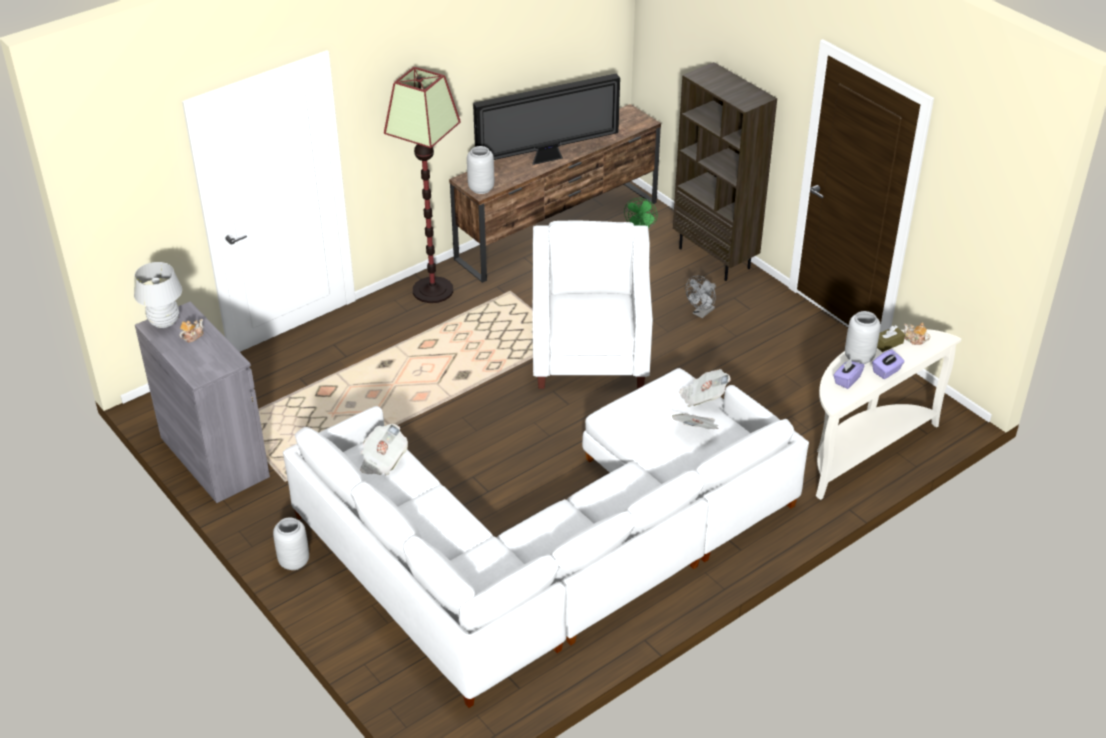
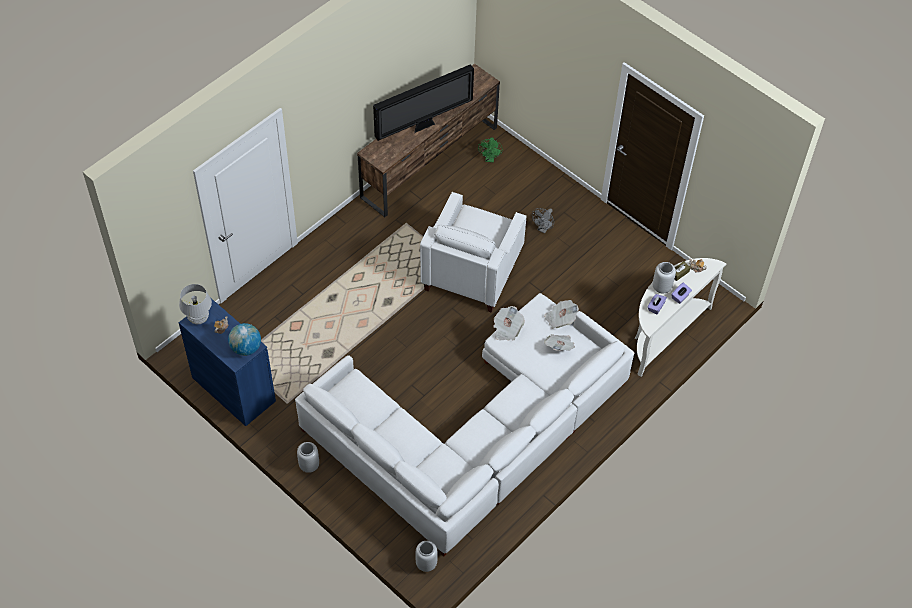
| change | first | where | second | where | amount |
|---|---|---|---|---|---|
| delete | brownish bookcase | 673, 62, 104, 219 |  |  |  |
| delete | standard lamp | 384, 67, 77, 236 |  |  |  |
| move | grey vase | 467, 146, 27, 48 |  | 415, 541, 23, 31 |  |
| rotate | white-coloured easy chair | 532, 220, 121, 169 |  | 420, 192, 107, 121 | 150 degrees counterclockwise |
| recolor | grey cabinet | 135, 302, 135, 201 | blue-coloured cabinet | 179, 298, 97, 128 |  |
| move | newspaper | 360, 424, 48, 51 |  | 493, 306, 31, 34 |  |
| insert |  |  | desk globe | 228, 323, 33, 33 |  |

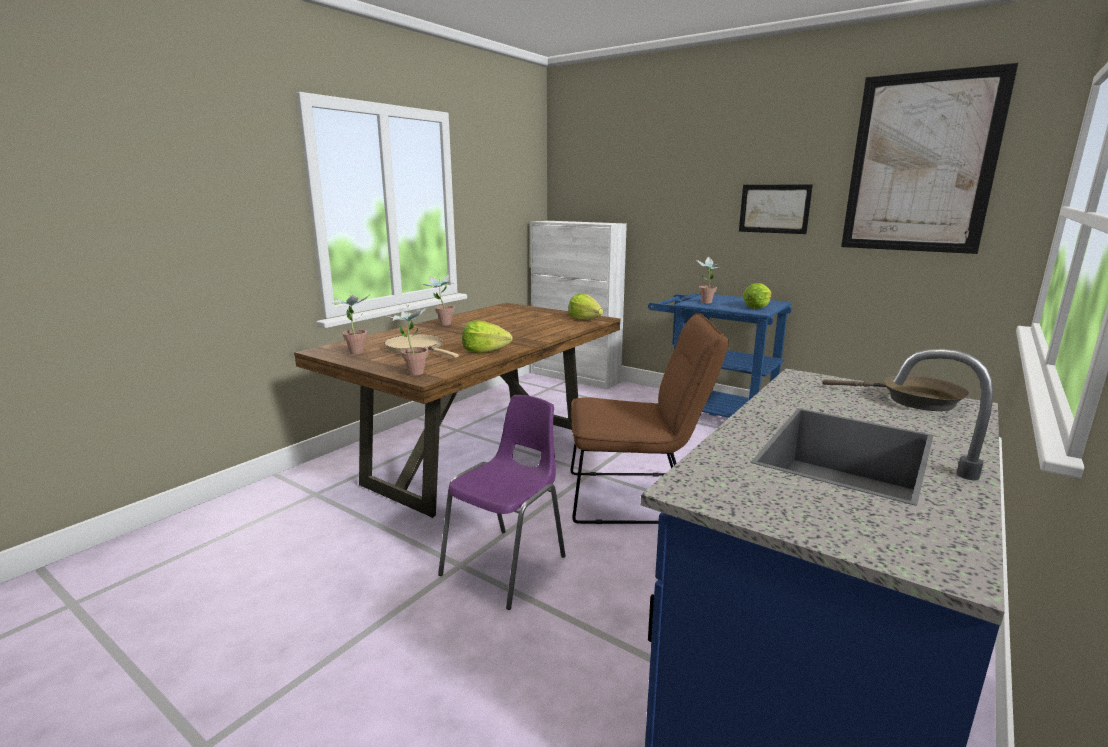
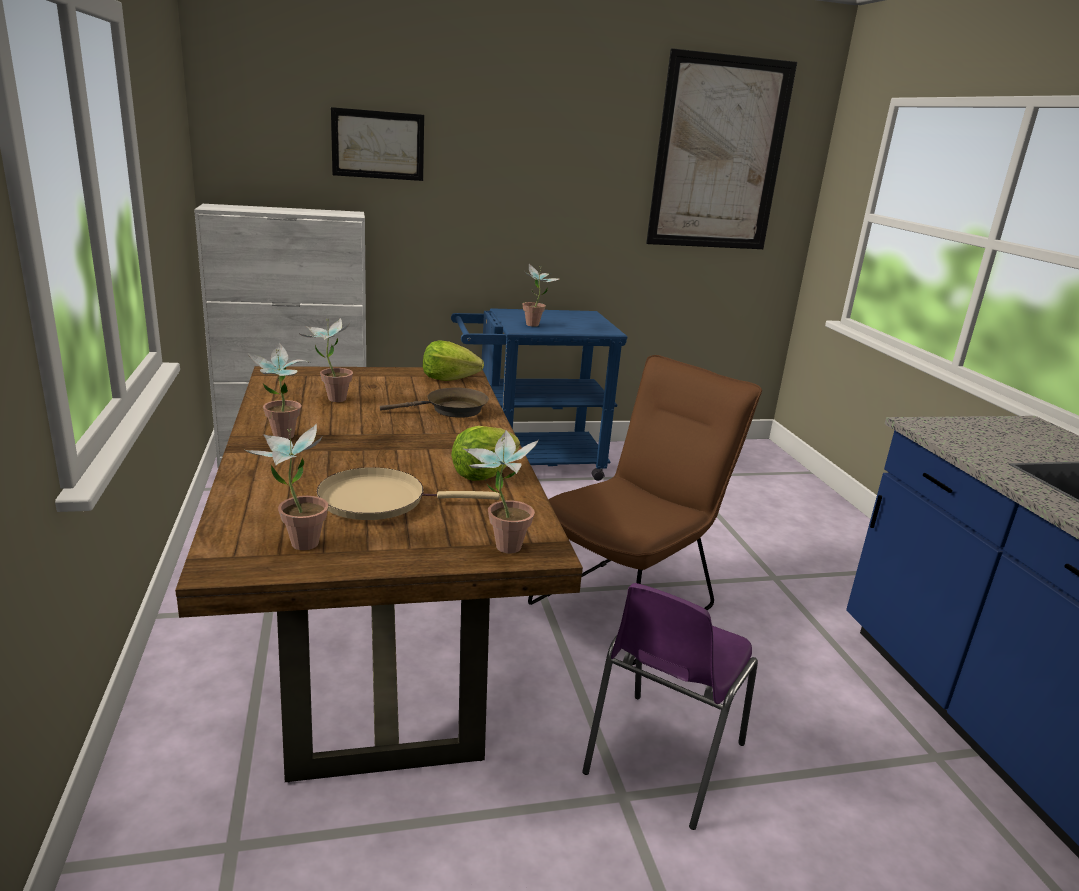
| change | first | where | second | where | amount |
|---|---|---|---|---|---|
| move | picture | 739, 184, 74, 50 |  | 331, 107, 93, 74 |  |
| delete | lettuce head | 743, 283, 29, 26 |  |  |  |
| move | brownish skillet | 822, 376, 147, 35 |  | 380, 388, 109, 30 |  |
| rotate | purplish upright chair | 438, 395, 128, 215 |  | 582, 583, 176, 247 | 135 degrees counterclockwise |
| insert |  |  | potted plant | 298, 318, 55, 84 |  |

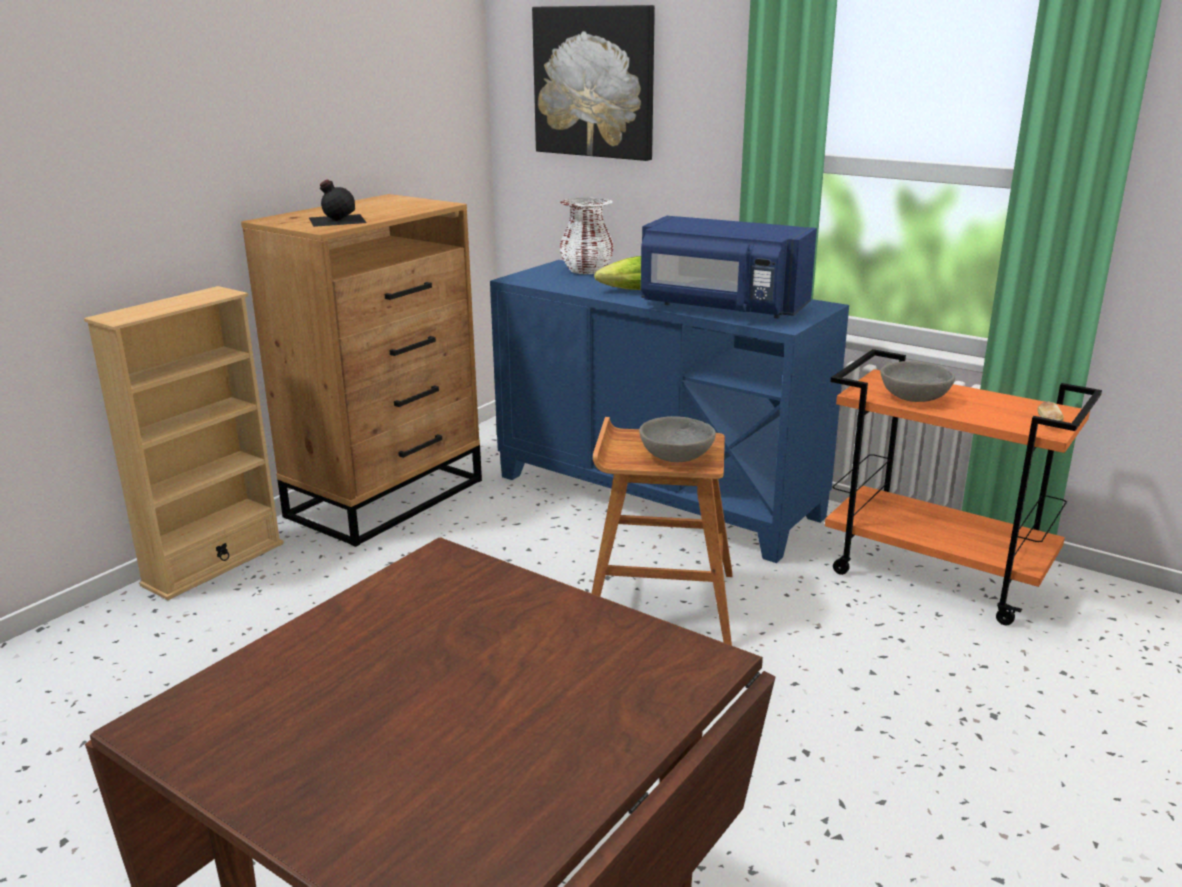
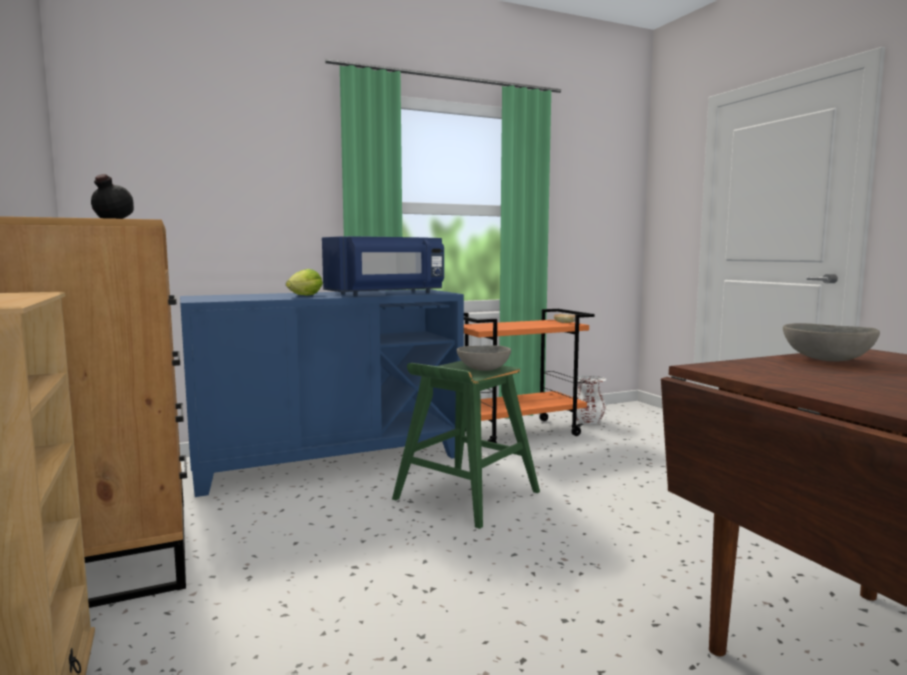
| change | first | where | second | where | amount |
|---|---|---|---|---|---|
| delete | picture | 532, 5, 123, 156 |  |  |  |
| move | white-coloured vase | 560, 197, 53, 77 |  | 572, 375, 34, 49 |  |
| move | grey deep dish | 880, 361, 75, 41 |  | 783, 323, 97, 38 |  |
| recolor | brownish stool seat | 591, 417, 142, 229 | greenish stool seat | 392, 361, 148, 168 |  |

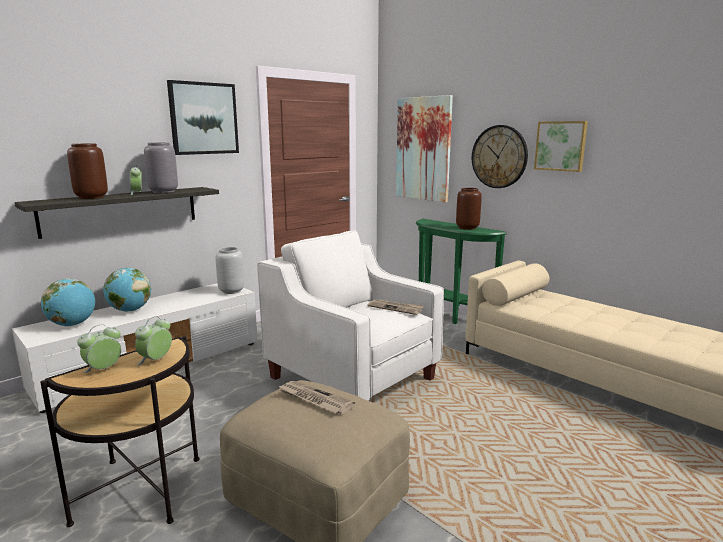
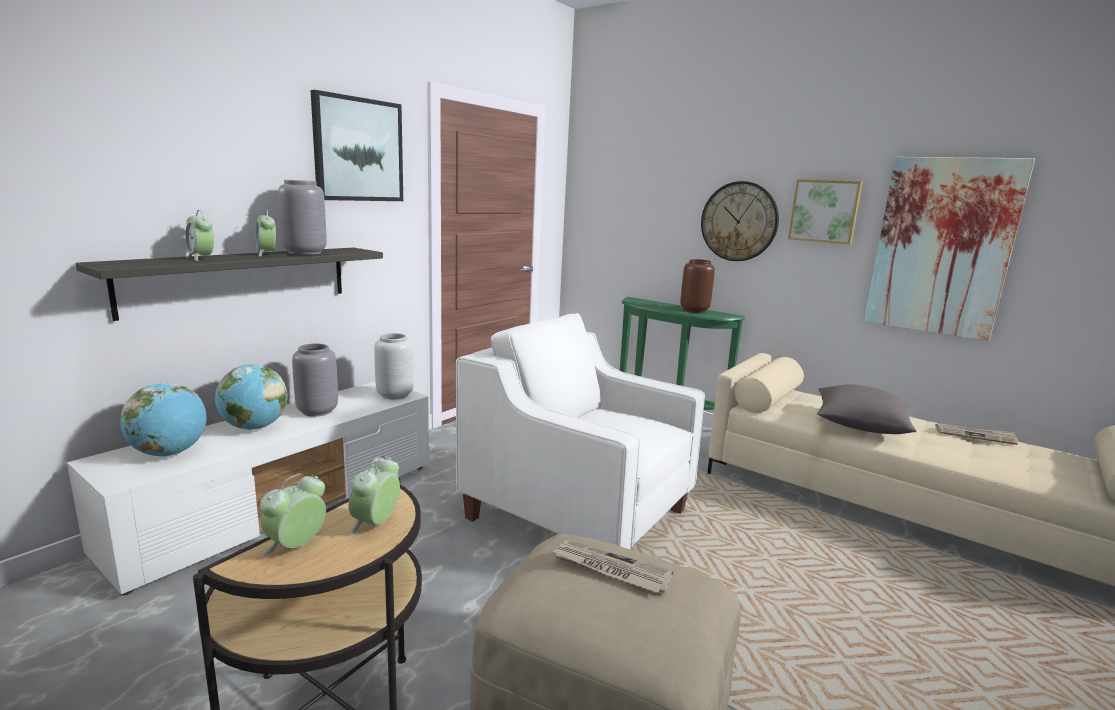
| change | first | where | second | where | amount |
|---|---|---|---|---|---|
| move | picture | 396, 95, 57, 108 |  | 864, 157, 171, 184 |  |
| replace | brownish vase | 67, 143, 41, 56 | alarm clock | 185, 210, 29, 51 |  |
| move | newspaper | 367, 299, 57, 16 |  | 935, 423, 83, 22 |  |
| insert |  |  | grey vase | 292, 344, 46, 73 |  |
| insert |  |  | grey pillow | 817, 384, 99, 50 |  |

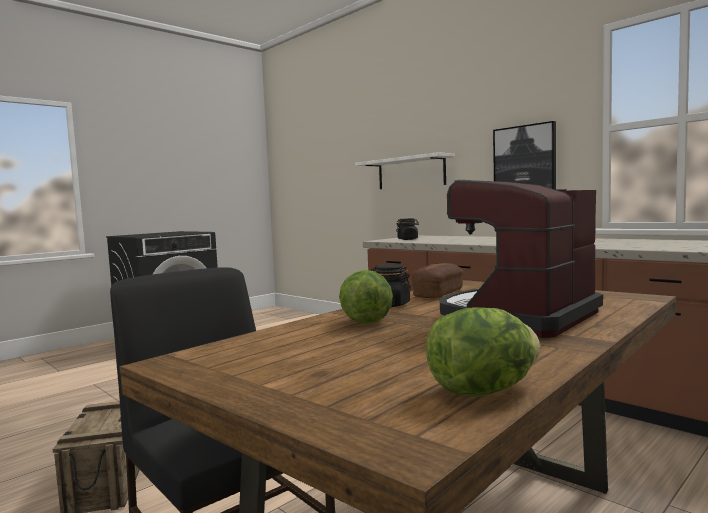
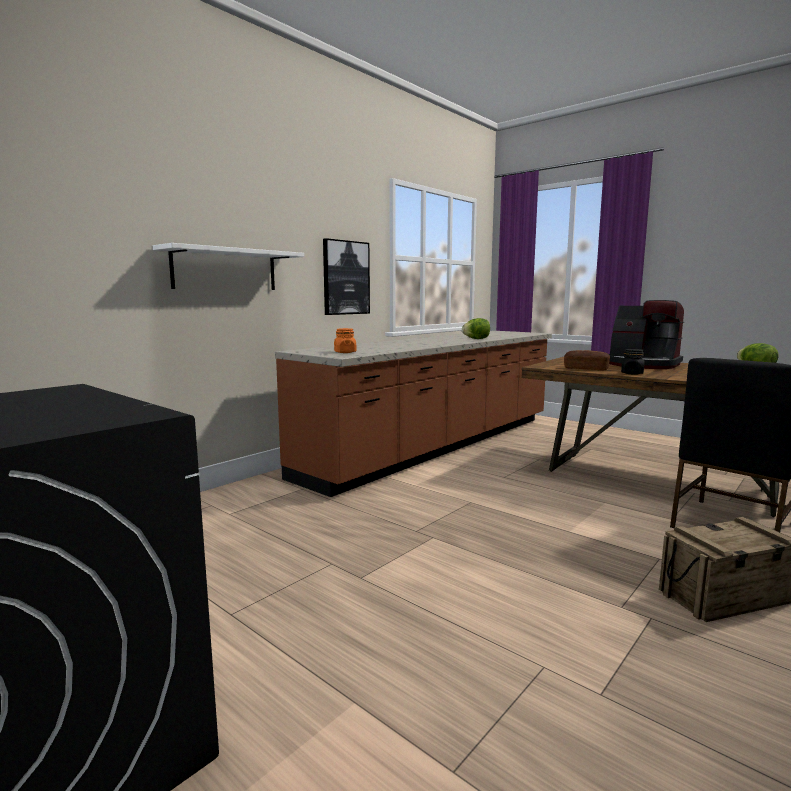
| change | first | where | second | where | amount |
|---|---|---|---|---|---|
| recolor | black-coloured storage jar | 396, 218, 23, 22 | orange-coloured storage jar | 334, 328, 23, 25 |  |
| move | lettuce head | 339, 270, 54, 54 |  | 462, 318, 28, 21 |  |

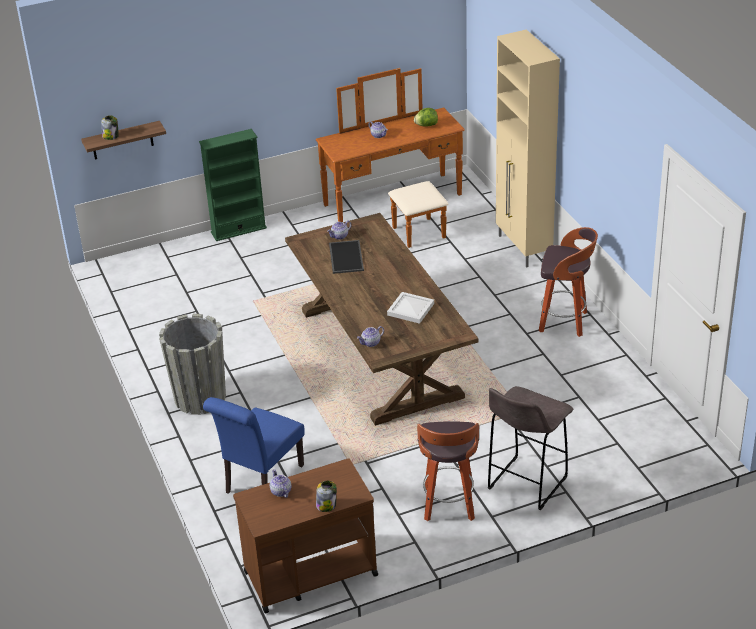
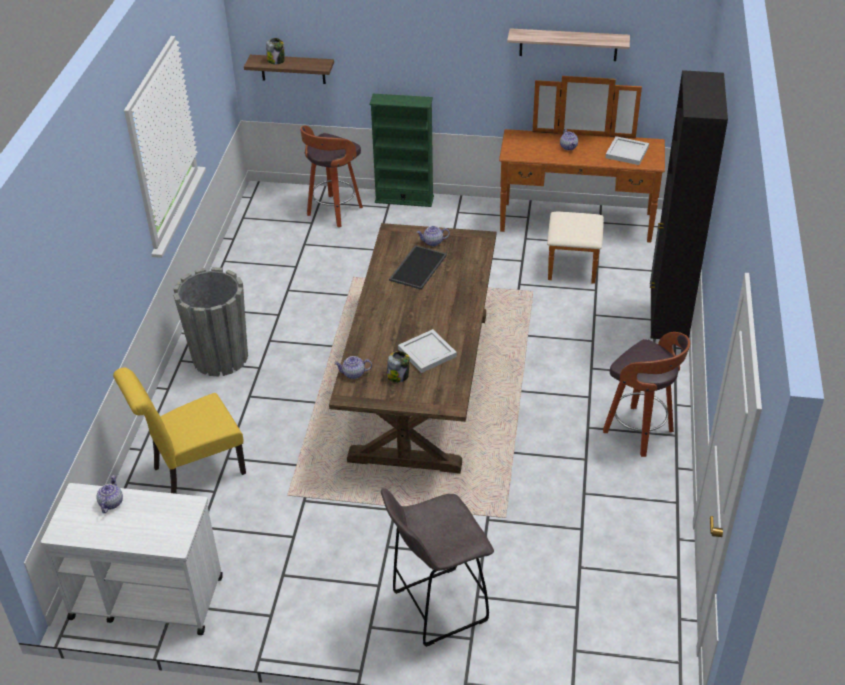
| change | first | where | second | where | amount |
|---|---|---|---|---|---|
| recolor | sand-coloured cabinet | 496, 29, 64, 238 | black-coloured cabinet | 650, 70, 78, 283 |  |
| replace | lettuce head | 414, 108, 24, 18 | white-coloured serving tray | 605, 136, 44, 29 |  |
| recolor | blue-coloured upright chair | 203, 397, 102, 97 | yellow-coloured upright chair | 113, 367, 133, 127 |  |
| move | stool seat | 417, 421, 62, 100 |  | 300, 125, 63, 102 |  |
| recolor | brownish wheeled cart | 233, 458, 145, 155 | white-coloured wheeled cart | 41, 483, 182, 152 |  |
| move | storage jar | 316, 481, 21, 31 |  | 387, 351, 23, 31 |  |
| insert |  |  | bracket shelf | 507, 28, 123, 33 |  |

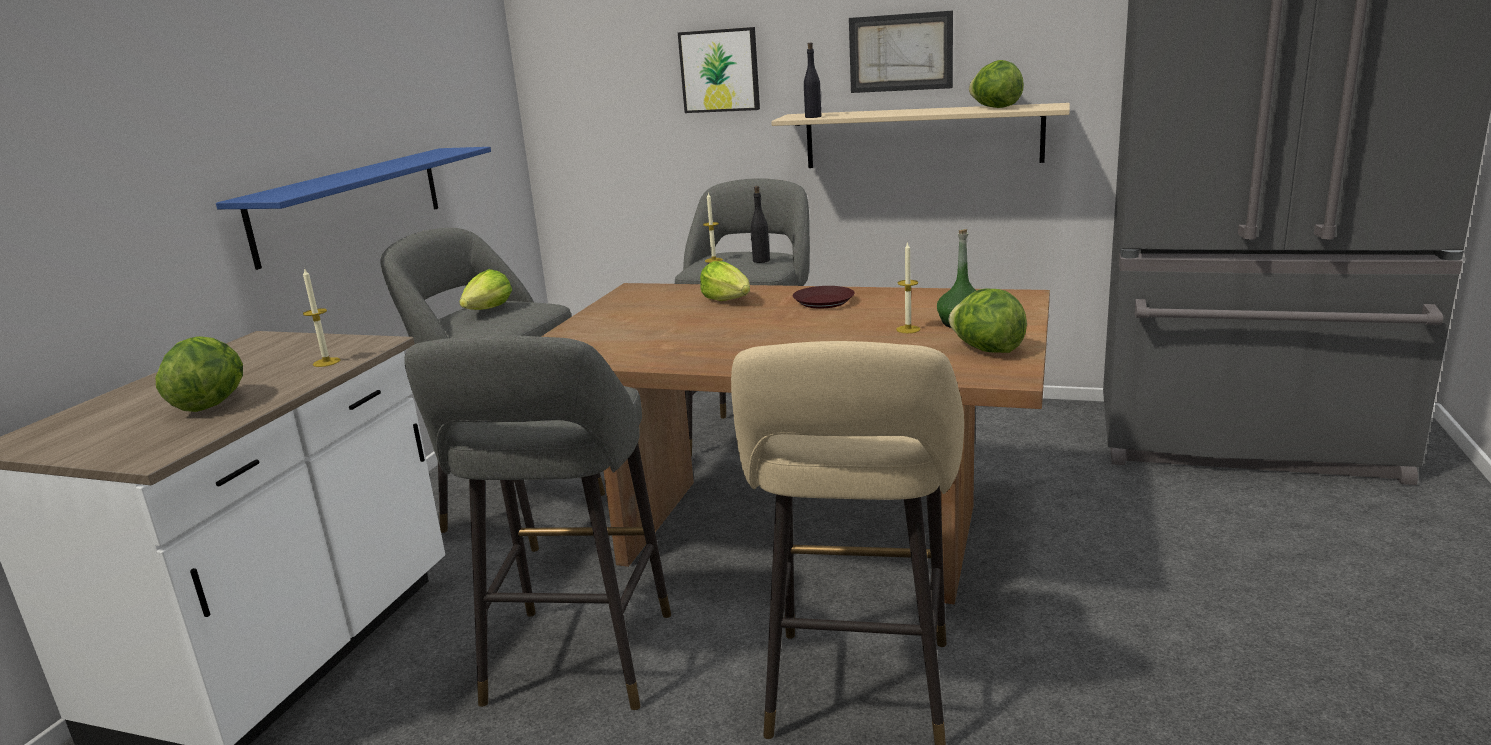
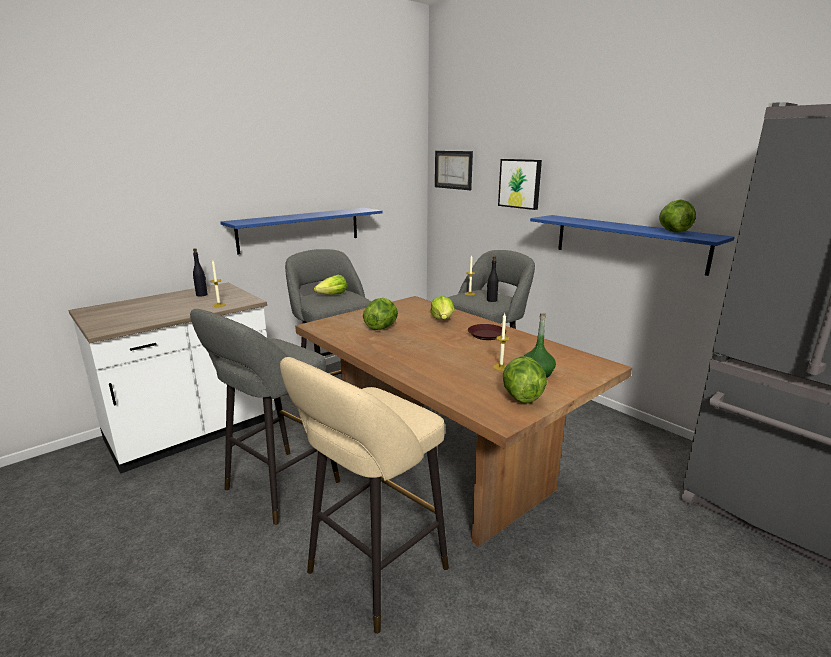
| change | first | where | second | where | amount |
|---|---|---|---|---|---|
| move | picture | 849, 10, 104, 83 |  | 435, 151, 38, 39 |  |
| move | black-coloured bottle | 804, 43, 17, 75 |  | 193, 249, 15, 47 |  |
| recolor | sand-coloured bracket shelf | 771, 103, 299, 65 | blue-coloured bracket shelf | 530, 215, 205, 61 |  |
| move | lettuce head | 156, 336, 87, 76 |  | 363, 298, 35, 32 |  |

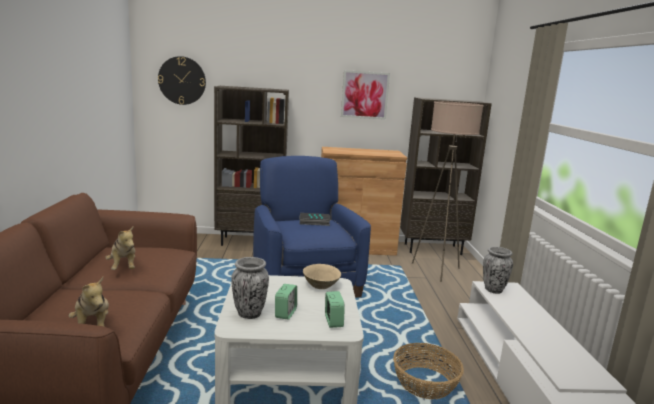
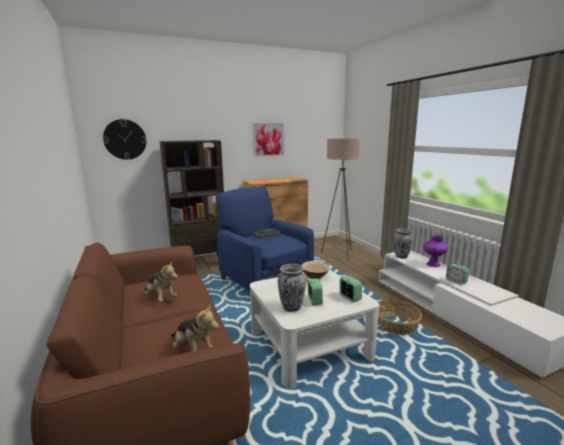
| change | first | where | second | where | amount |
|---|---|---|---|---|---|
| delete | brownish bookcase | 400, 97, 92, 158 |  |  |  |
| insert |  |  | purplish vase | 423, 235, 25, 32 |  |
| insert |  |  | alarm clock | 446, 264, 23, 21 |  |

